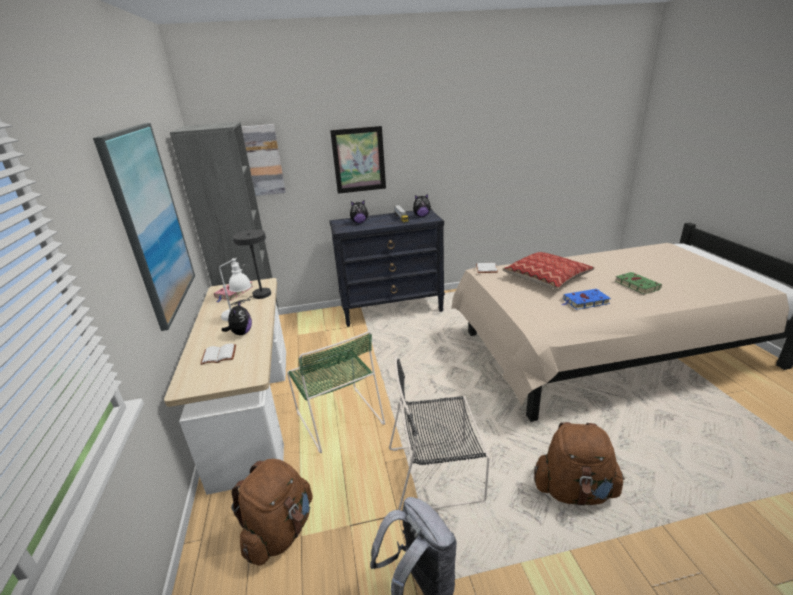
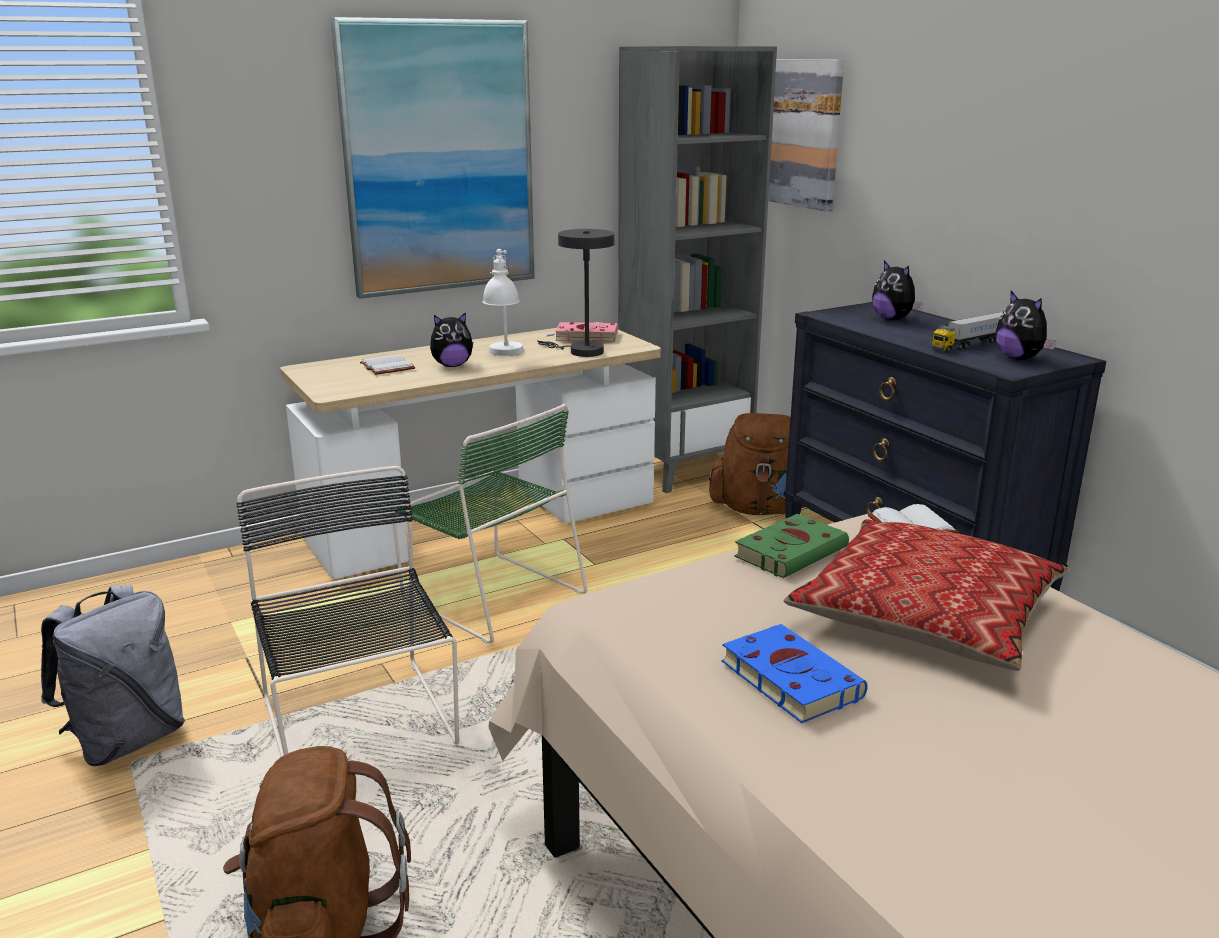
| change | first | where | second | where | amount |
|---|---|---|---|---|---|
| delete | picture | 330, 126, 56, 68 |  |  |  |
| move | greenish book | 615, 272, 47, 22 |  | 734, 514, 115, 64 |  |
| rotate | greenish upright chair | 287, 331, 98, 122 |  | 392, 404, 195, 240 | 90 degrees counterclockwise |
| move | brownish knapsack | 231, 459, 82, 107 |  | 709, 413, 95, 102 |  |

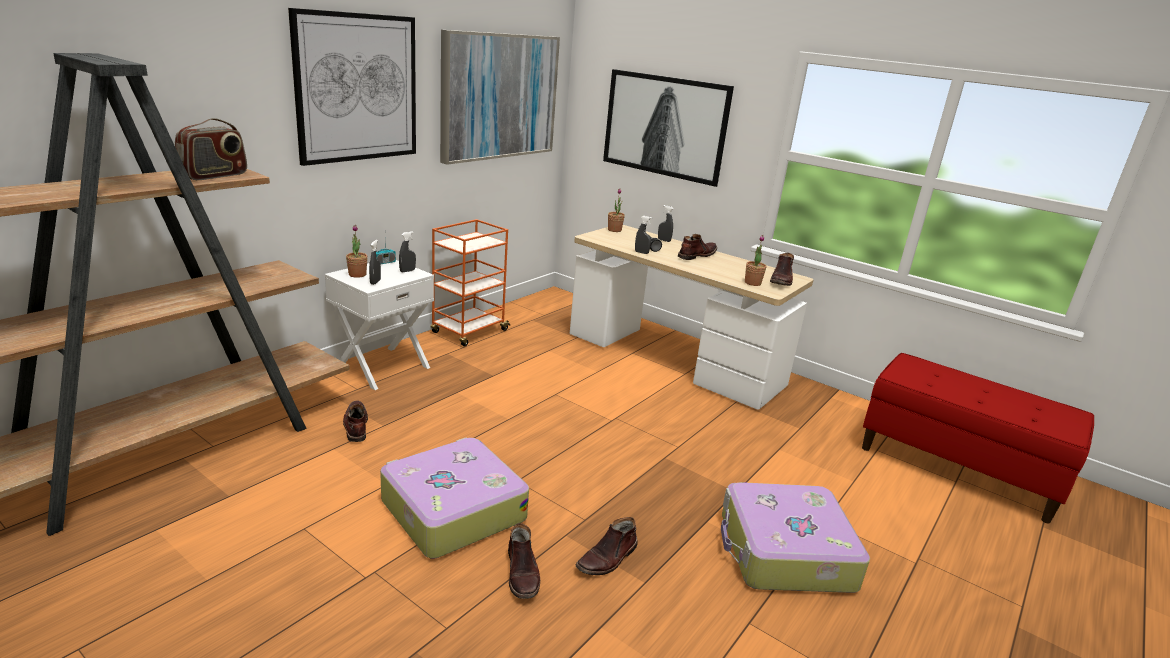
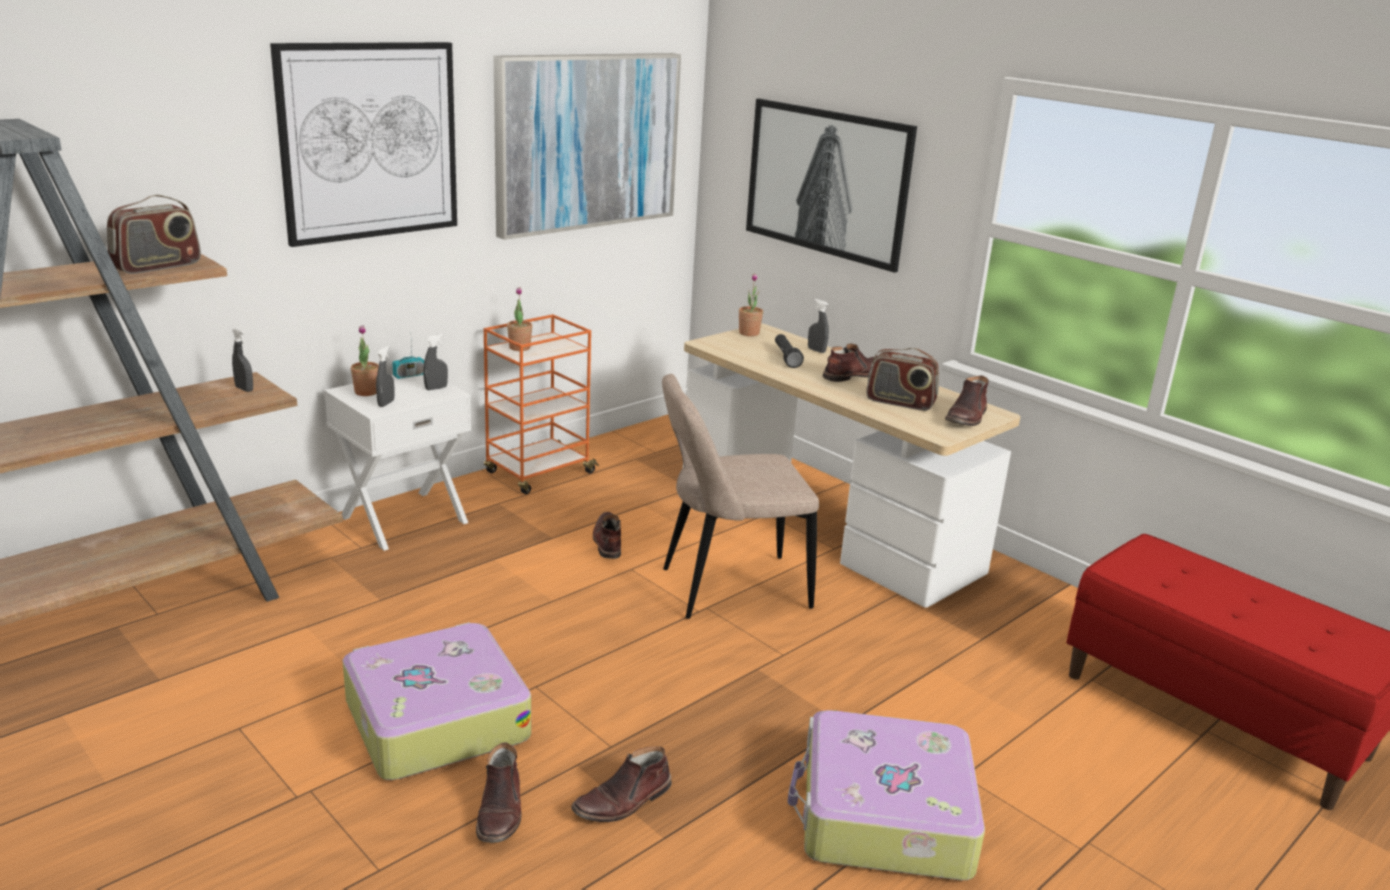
| change | first | where | second | where | amount |
|---|---|---|---|---|---|
| move | grey sprayer | 635, 216, 17, 38 |  | 232, 328, 21, 64 |  |
| move | potted plant | 745, 235, 22, 51 |  | 507, 287, 25, 64 |  |
| move | brownish tall boot | 343, 400, 25, 42 |  | 593, 512, 28, 47 |  |
| insert |  |  | radio | 866, 348, 73, 63 |  |
| insert |  |  | sand-coloured upright chair | 662, 374, 157, 245 |  |

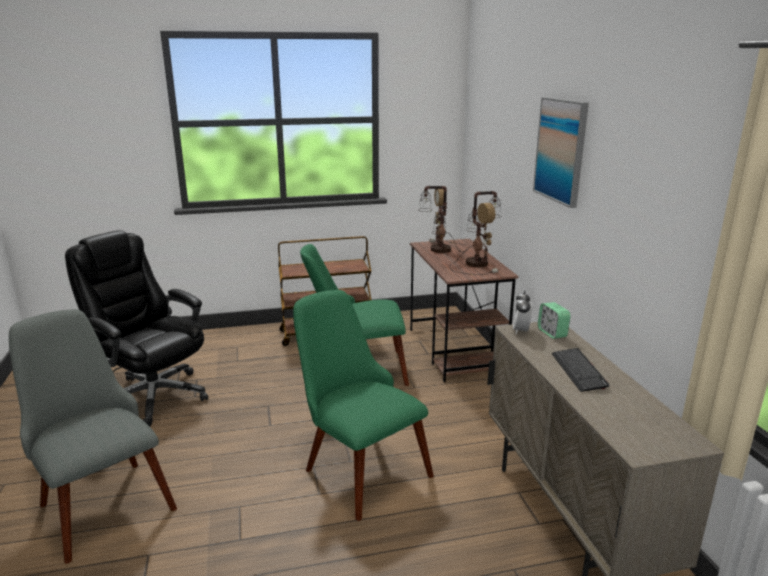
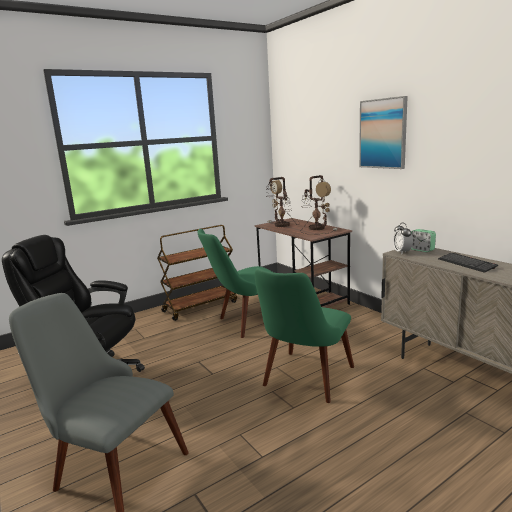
| change | first | where | second | where | amount |
|---|---|---|---|---|---|
| rotate | greenish upright chair | 293, 290, 141, 231 |  | 255, 268, 99, 135 | 90 degrees counterclockwise |

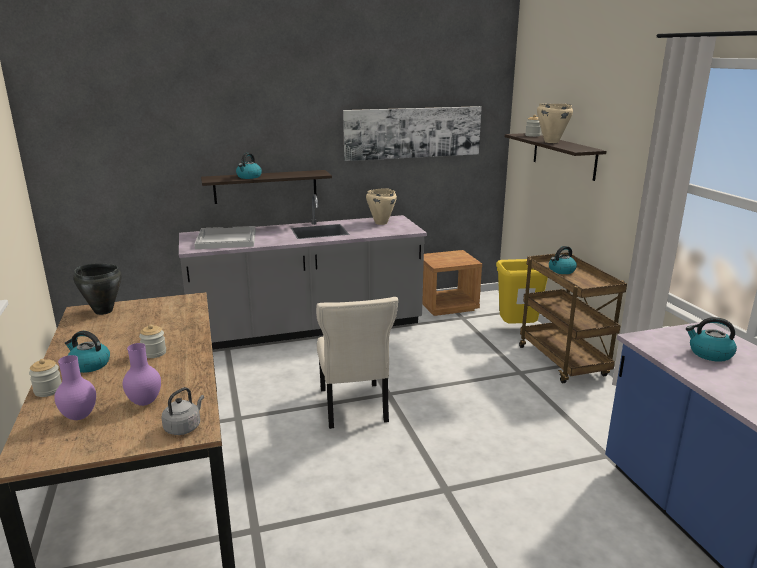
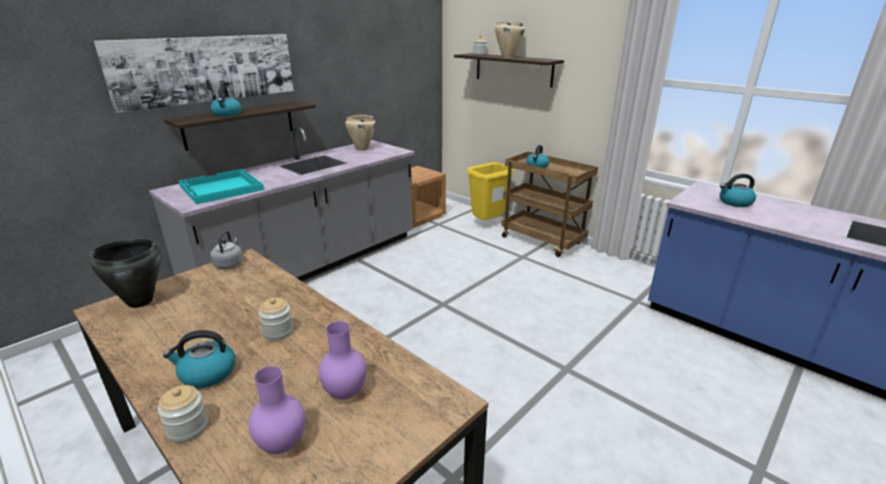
| change | first | where | second | where | amount |
|---|---|---|---|---|---|
| move | picture | 343, 106, 139, 55 |  | 94, 34, 200, 79 |  |
| recolor | white-coloured serving tray | 194, 226, 62, 23 | turquoise serving tray | 179, 169, 85, 35 |  |
| delete | sand-coloured upright chair | 316, 297, 82, 132 |  |  |  |
| move | grey tea kettle | 161, 387, 43, 48 |  | 210, 231, 33, 38 |  |

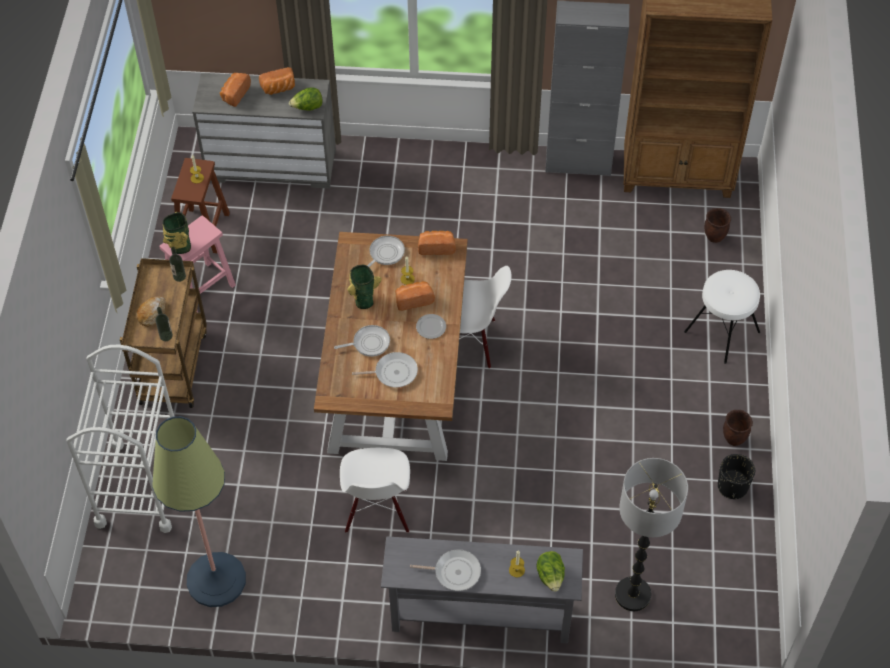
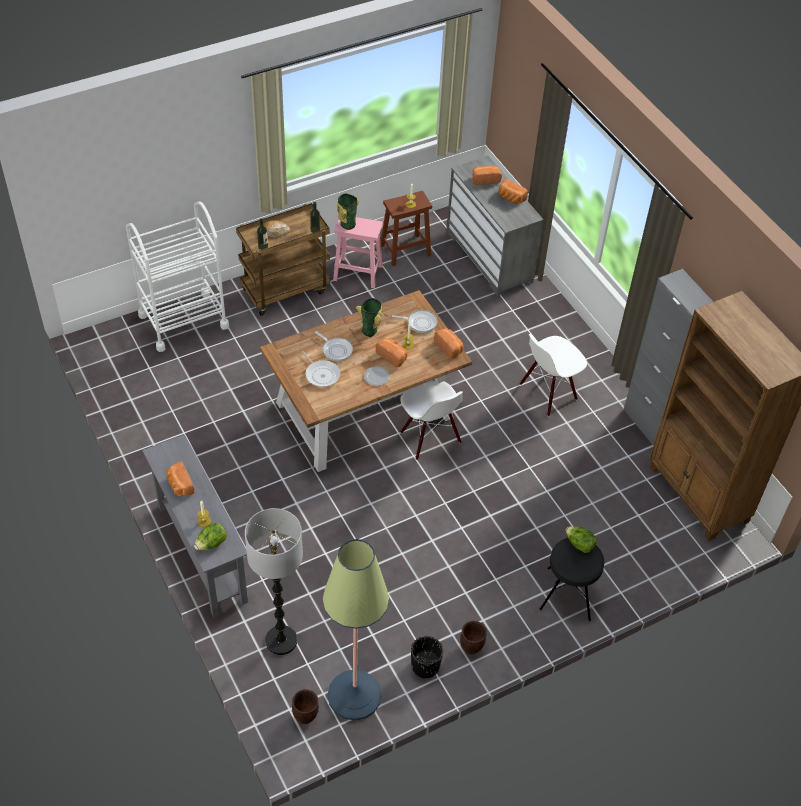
| change | first | where | second | where | amount |
|---|---|---|---|---|---|
| move | lettuce head | 289, 87, 34, 24 |  | 566, 527, 31, 26 |  |
| move | brownish flower pot | 704, 208, 27, 35 |  | 292, 689, 27, 35 |  |
| recolor | white-coloured stool seat | 684, 270, 76, 94 | black-coloured stool seat | 539, 538, 65, 83 |  |
| move | standard lamp | 152, 416, 94, 191 |  | 322, 539, 67, 182 |  |
| move | white-coloured upright chair | 340, 448, 70, 85 |  | 520, 334, 67, 82 |  |
| replace | skillet | 410, 549, 71, 42 | bread | 166, 461, 28, 35 |  |

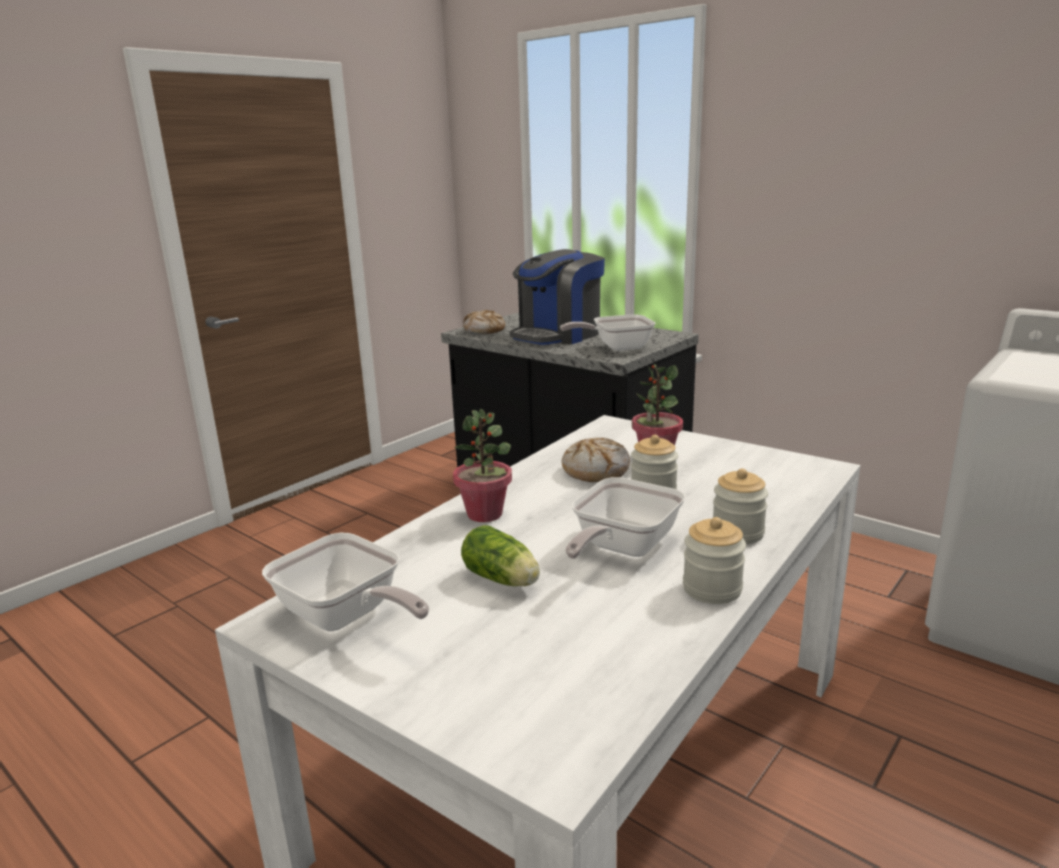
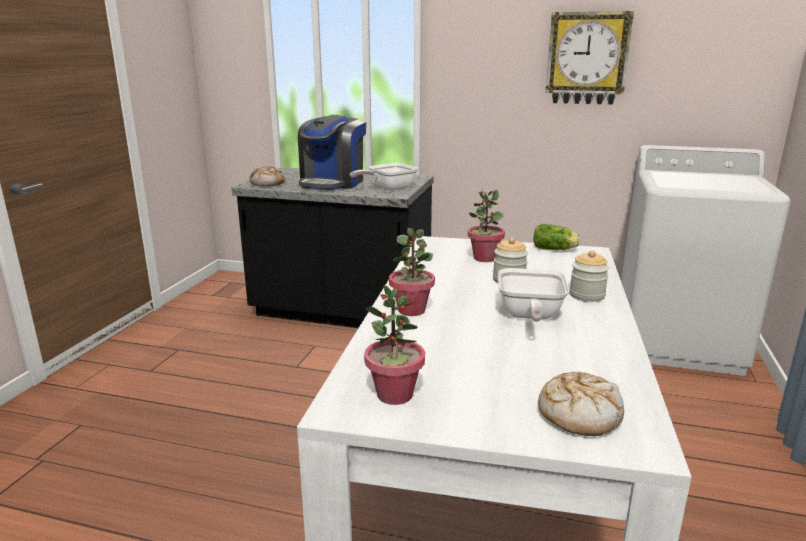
| change | first | where | second | where | amount |
|---|---|---|---|---|---|
| move | bread | 562, 438, 68, 44 |  | 538, 372, 86, 64 |  |
| delete | storage jar | 683, 517, 63, 87 |  |  |  |
| move | lettuce head | 461, 525, 79, 61 |  | 534, 224, 47, 26 |  |
| replace | skillet | 262, 533, 167, 98 | potted plant | 364, 285, 61, 120 |  |
| insert |  |  | hanging clock | 546, 11, 88, 94 |  |

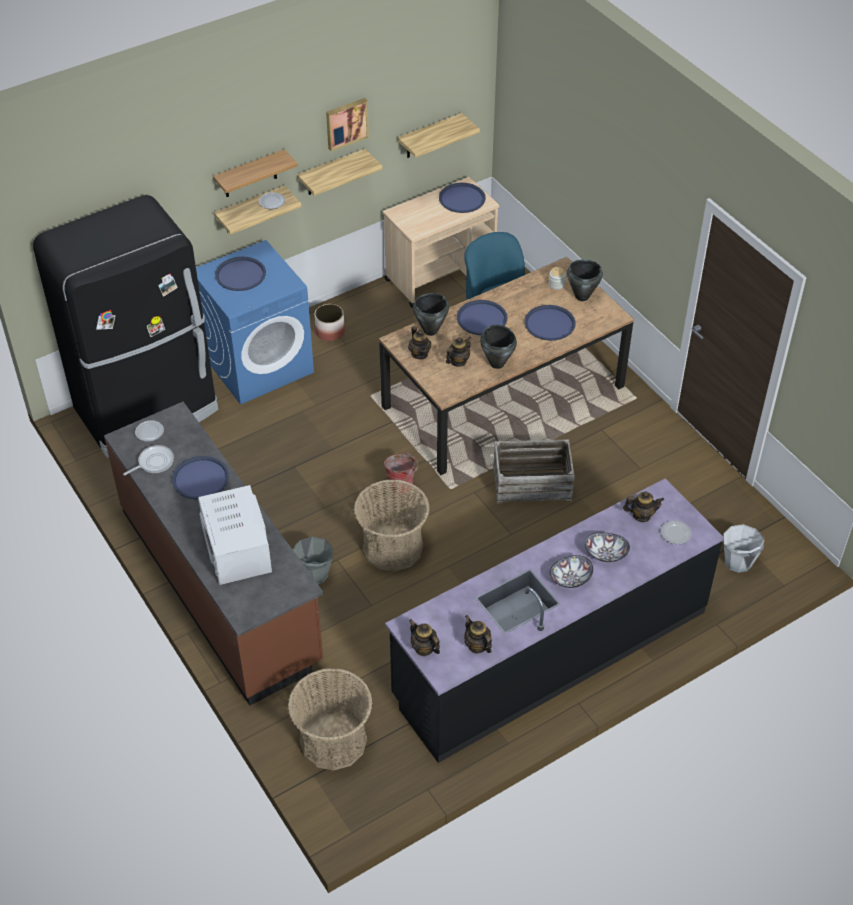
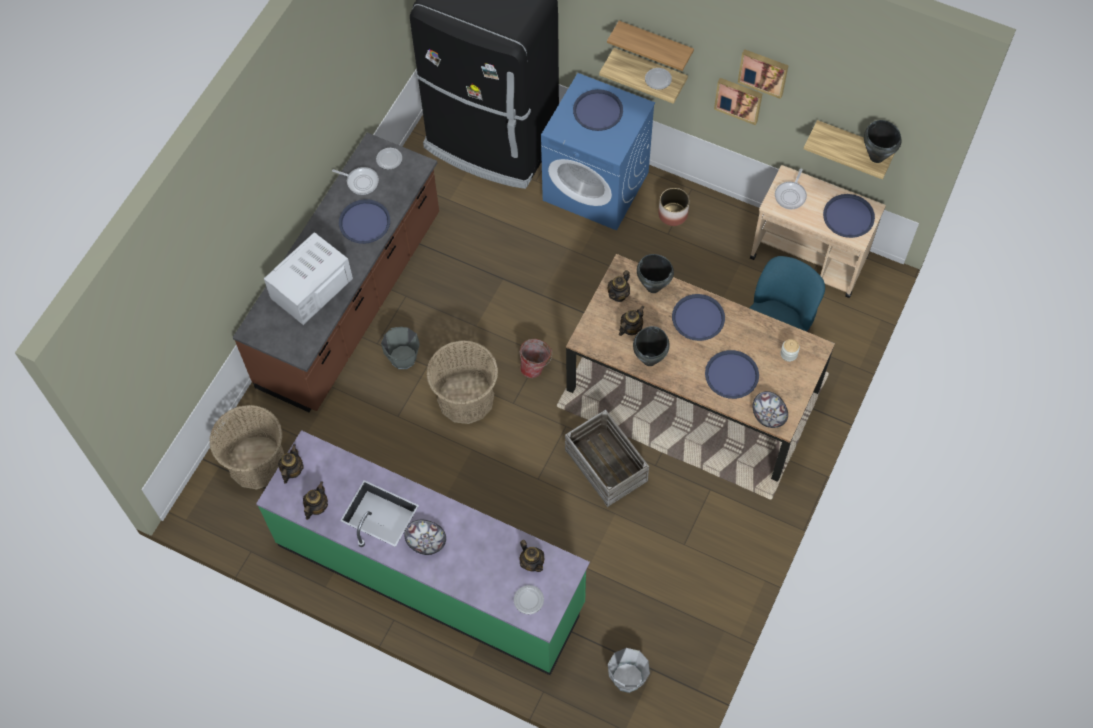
| change | first | where | second | where | amount |
|---|---|---|---|---|---|
| replace | bracket shelf | 297, 149, 85, 47 | picture | 714, 78, 48, 47 |  |
| move | black-coloured saucepot | 567, 260, 36, 41 |  | 864, 120, 38, 43 |  |
| rotate | teapot | 446, 336, 26, 31 |  | 619, 306, 25, 30 | 60 degrees counterclockwise |
| recolor | black-coloured kitchen base unit | 385, 478, 339, 285 | greenish kitchen base unit | 256, 430, 334, 245 |  |
| move | deep dish | 585, 533, 45, 29 |  | 753, 391, 35, 37 |  |
| insert |  |  | skillet | 775, 169, 32, 40 |  |

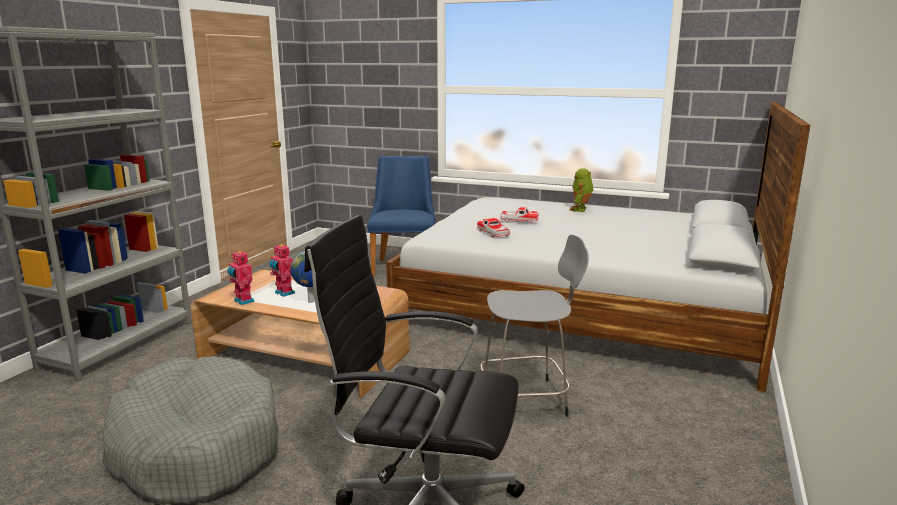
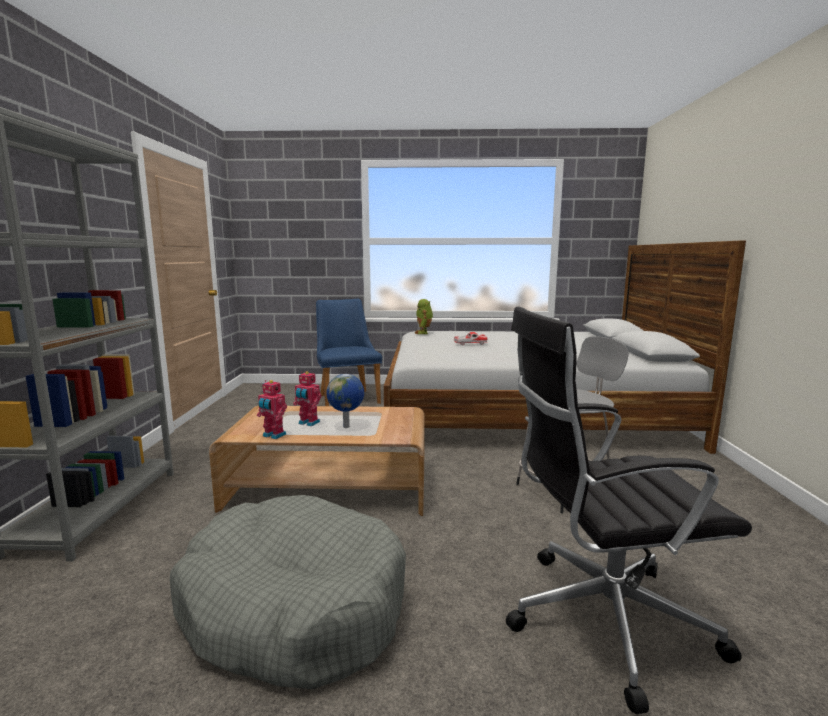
| change | first | where | second | where | amount |
|---|---|---|---|---|---|
| move | toy robot | 570, 168, 23, 44 |  | 415, 299, 18, 35 |  |
| delete | toy car | 477, 218, 33, 20 |  |  |  |

